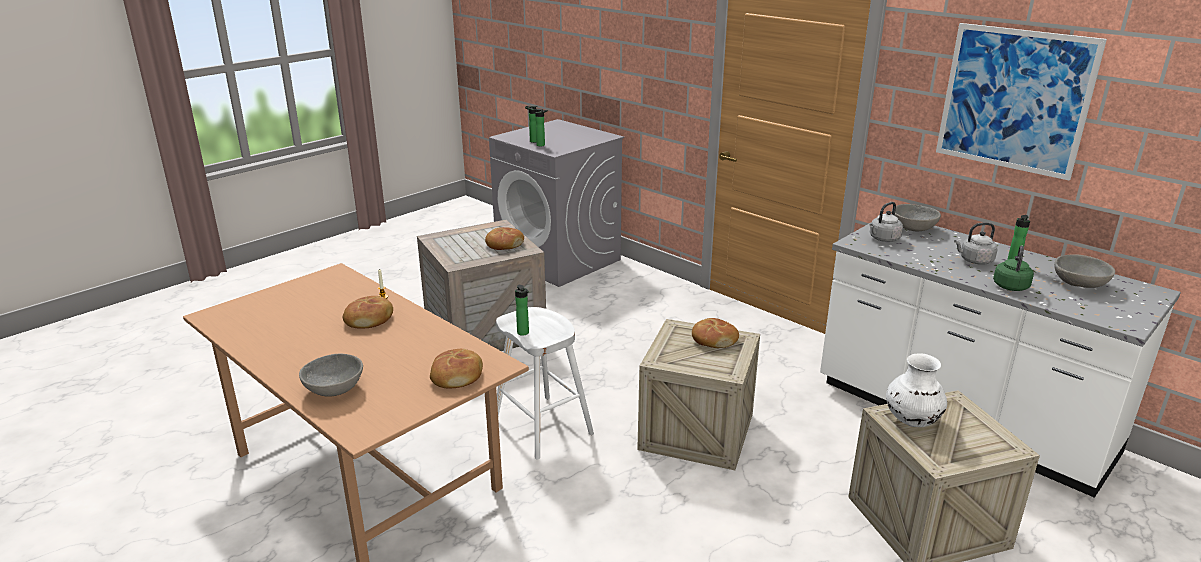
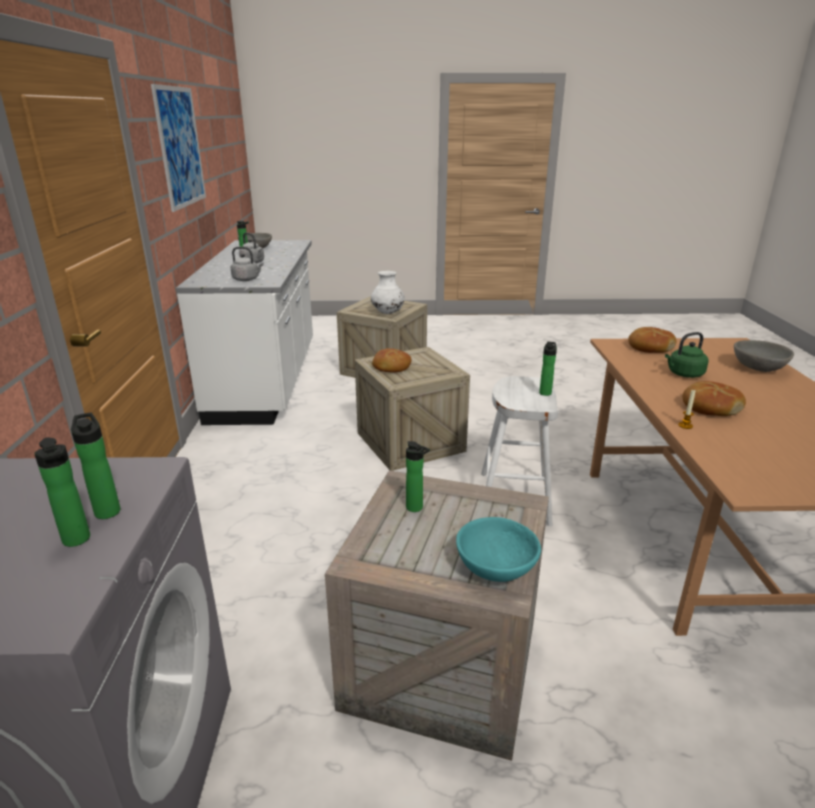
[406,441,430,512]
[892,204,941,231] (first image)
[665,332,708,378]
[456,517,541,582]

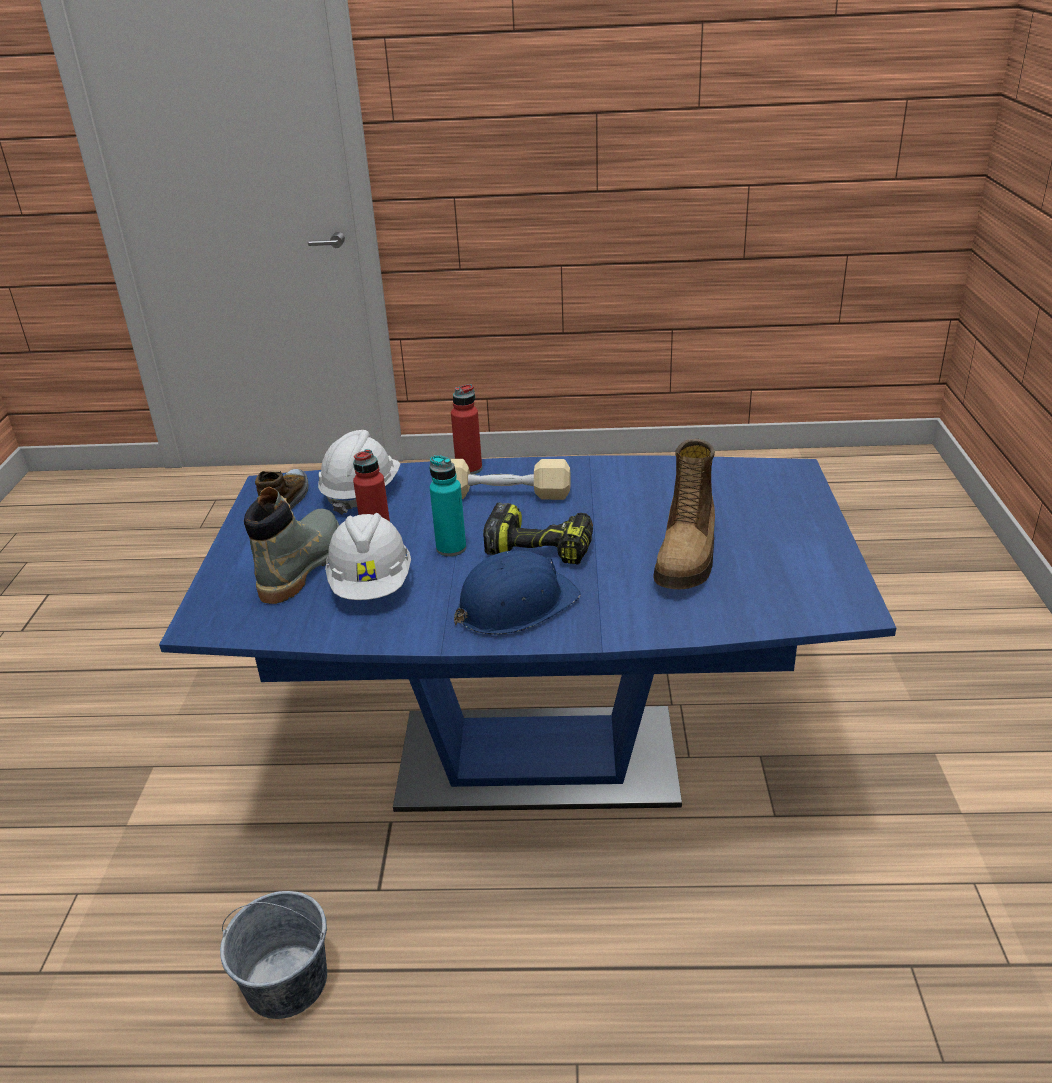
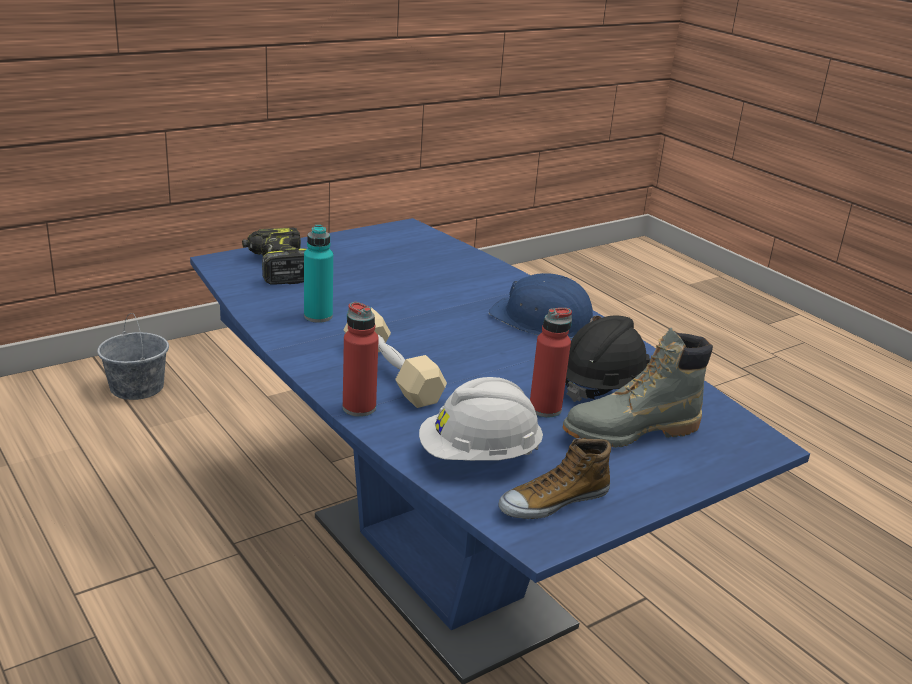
[97,313,169,400]
[565,316,651,402]
[304,225,333,323]
[242,228,306,285]
[653,439,715,589] (first image)

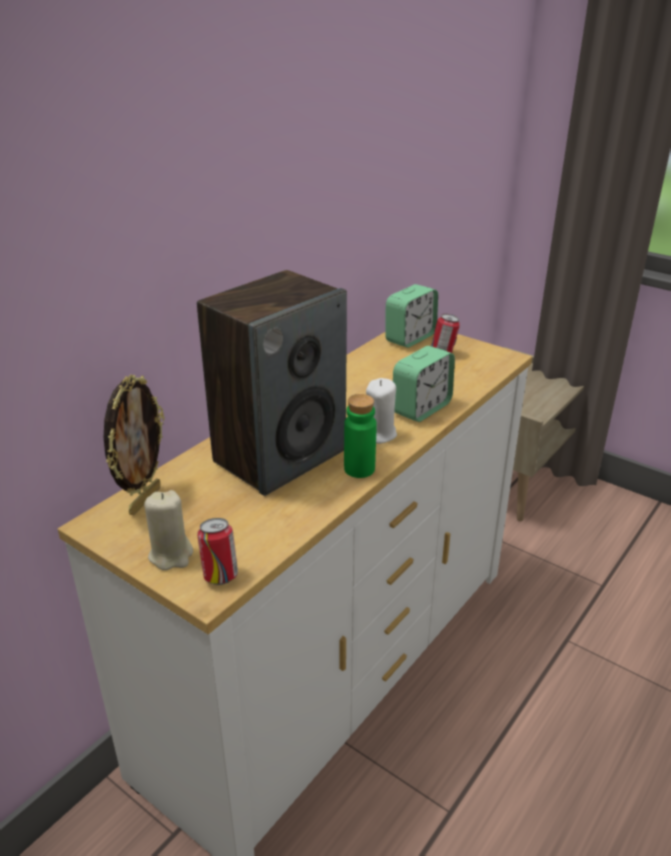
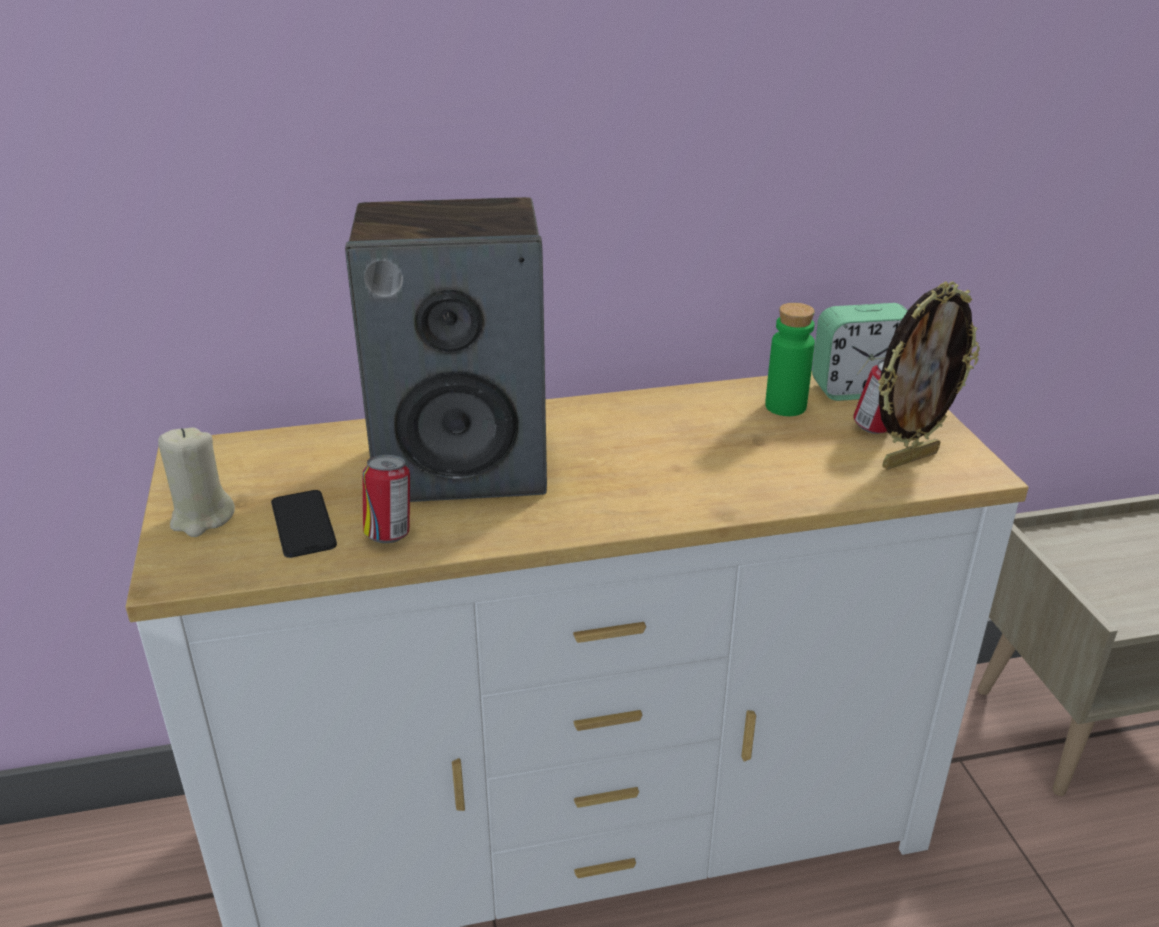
[878,281,980,470]
[363,455,410,543]
[765,303,815,416]
[366,378,397,444] (first image)
[393,346,455,422] (first image)
[271,490,337,558]

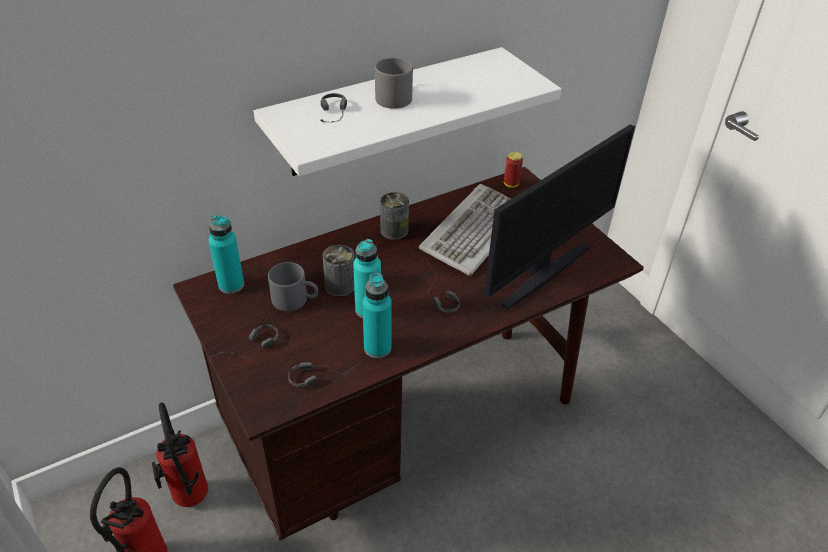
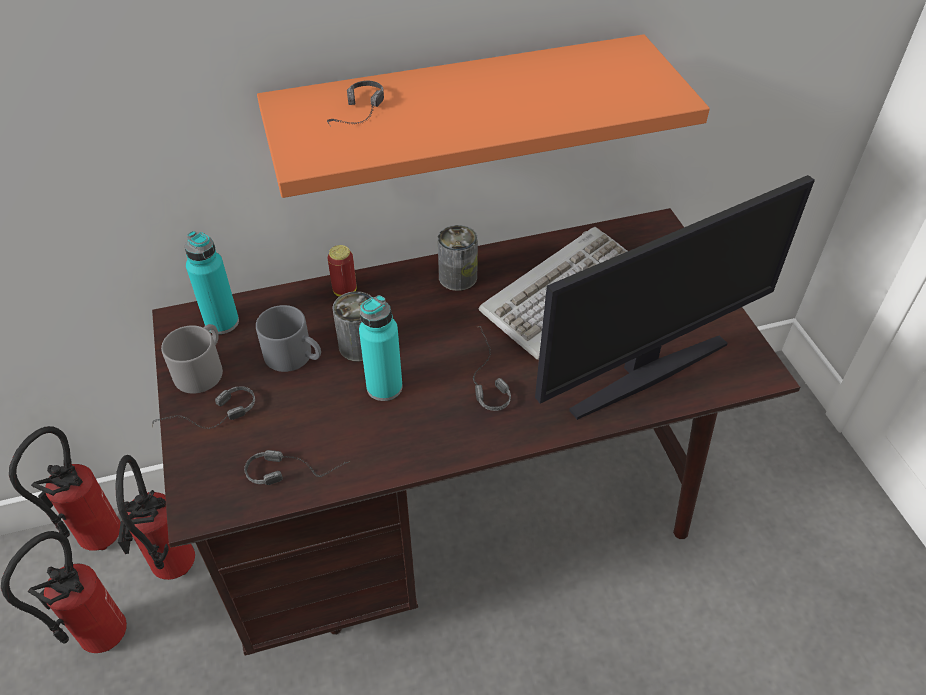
[257,34,710,198]
[362,273,392,358] (first image)
[161,324,223,394]
[327,245,356,296]
[9,426,121,551]

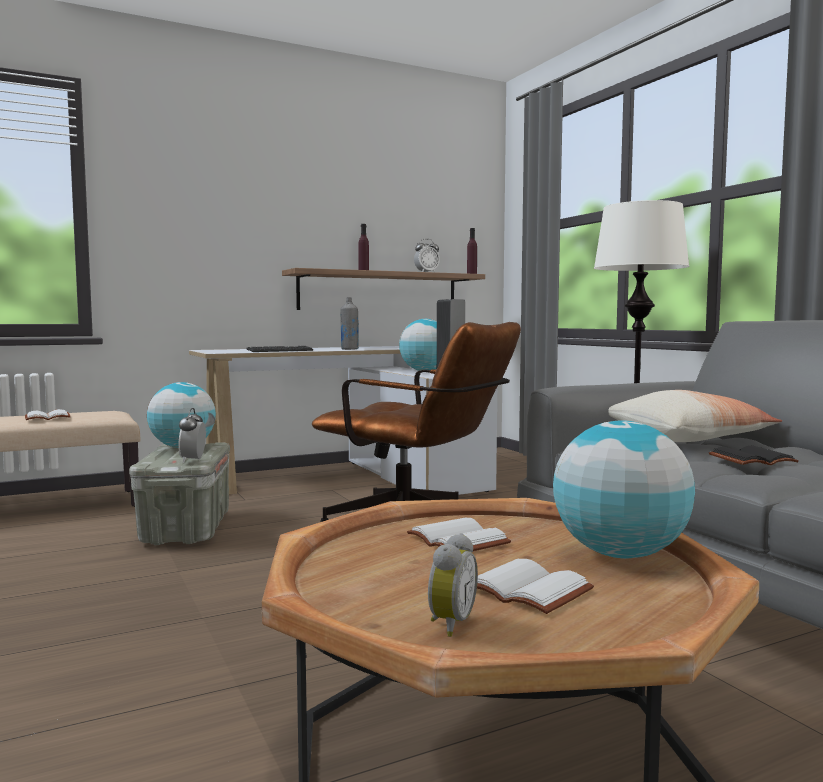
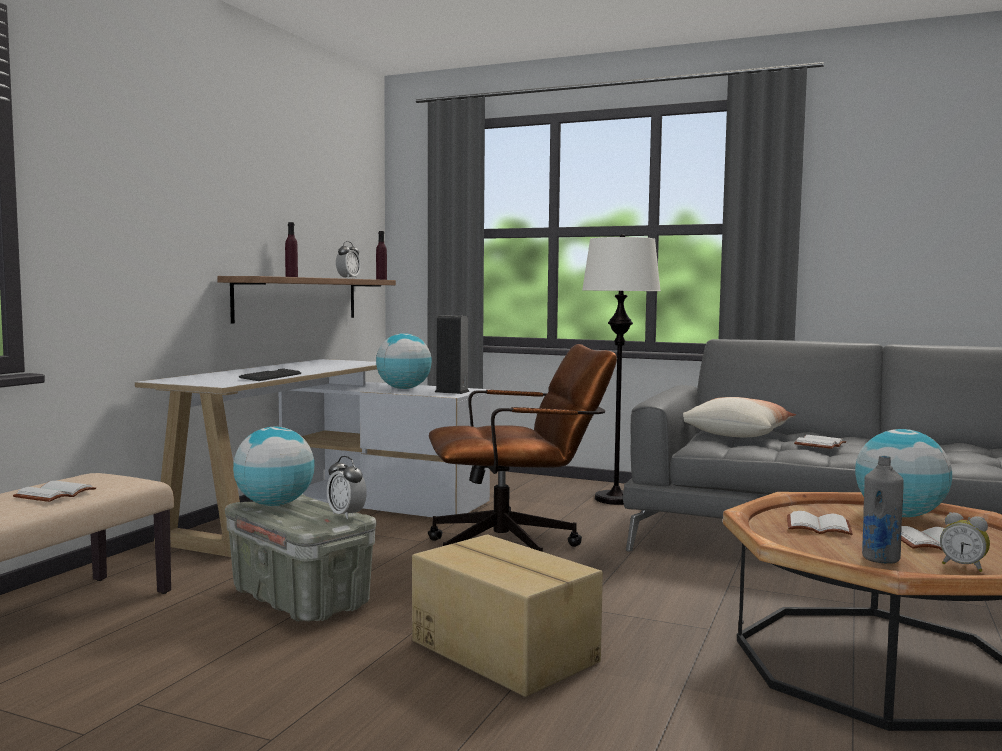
[862,456,904,564]
[940,512,990,572]
[794,435,846,449]
[412,534,603,697]

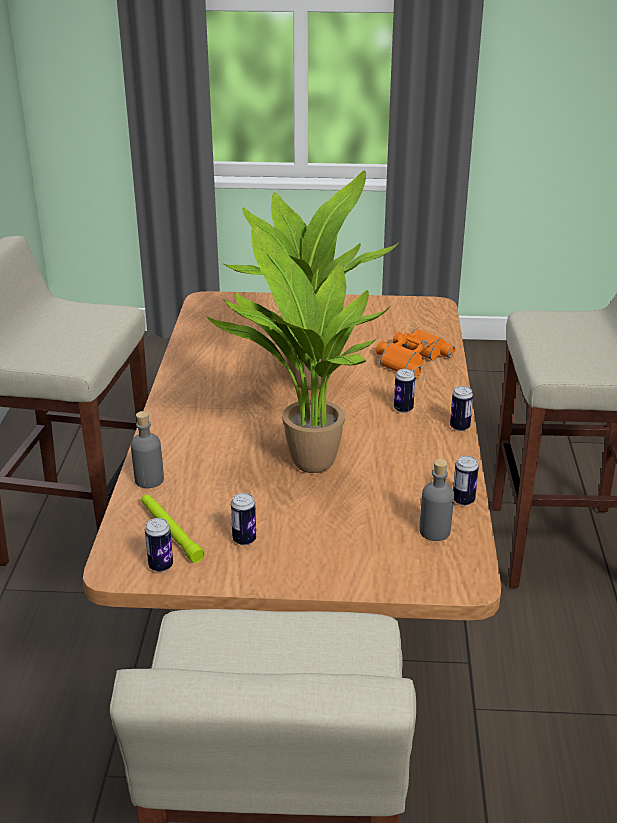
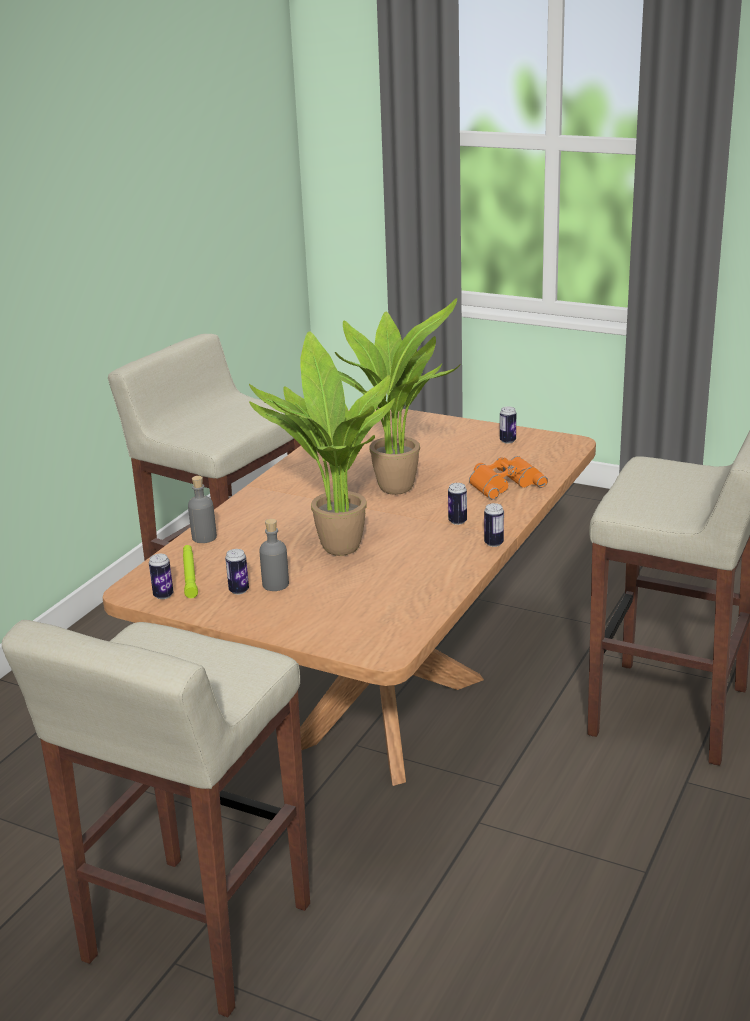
[259,519,289,591]
[500,406,516,443]

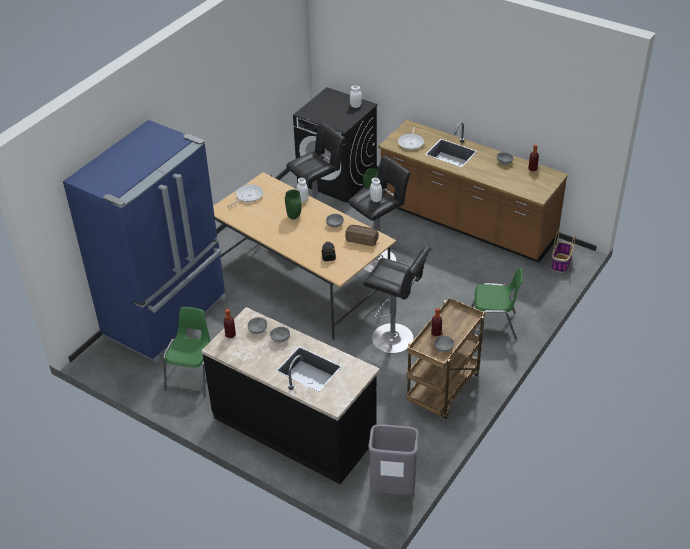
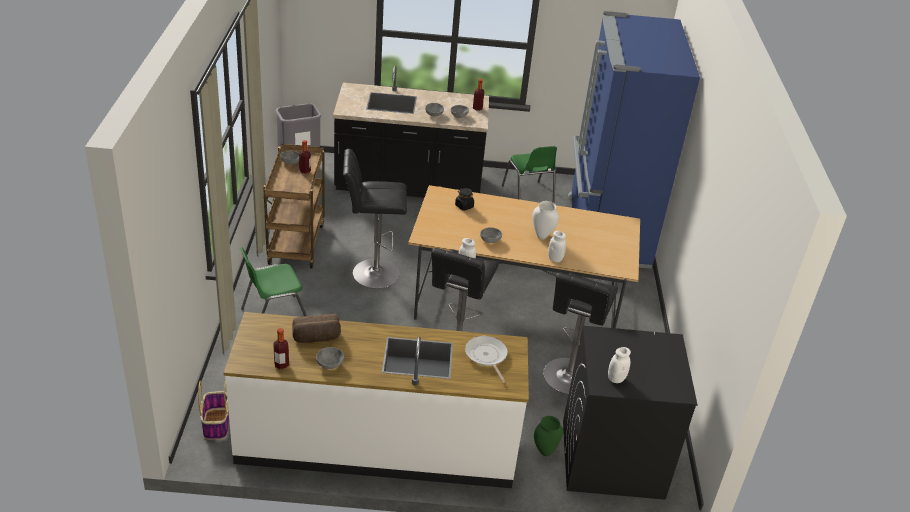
[227,185,263,207] (first image)
[533,201,559,240]
[292,314,341,343]
[224,312,529,488]

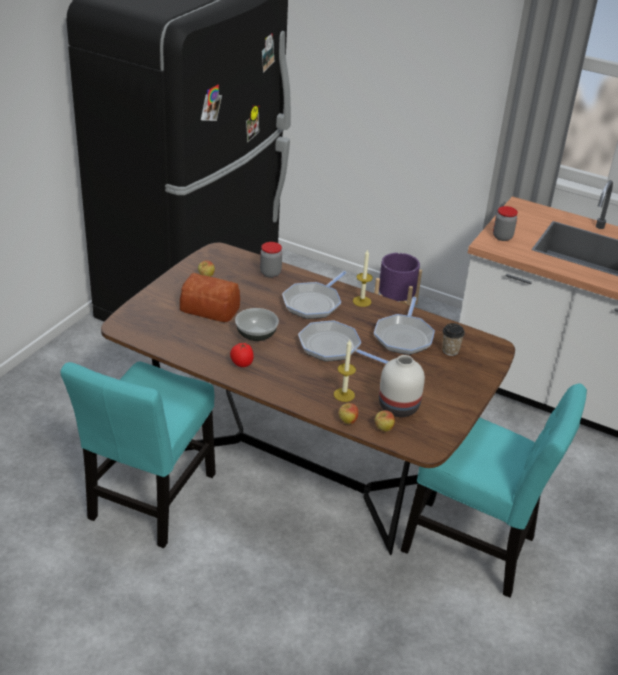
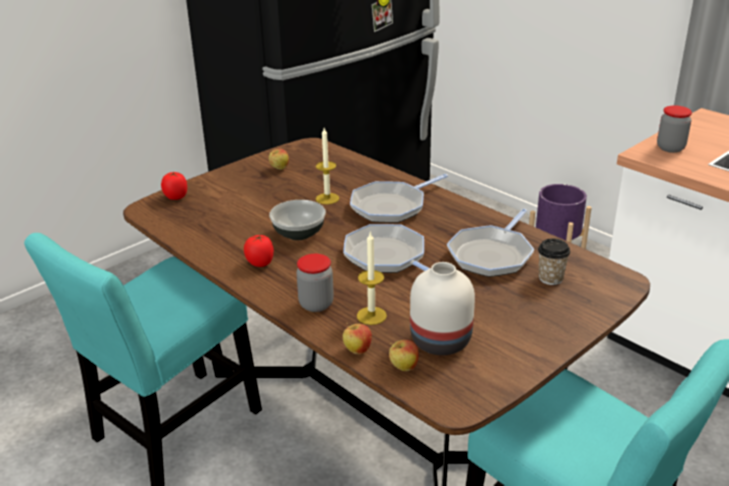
[180,273,240,322] (first image)
[296,254,334,312]
[316,128,339,204]
[161,172,187,200]

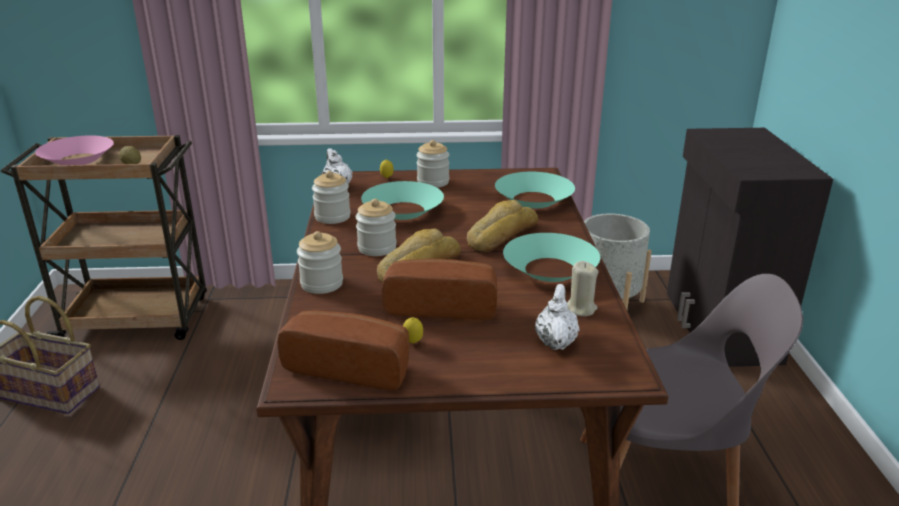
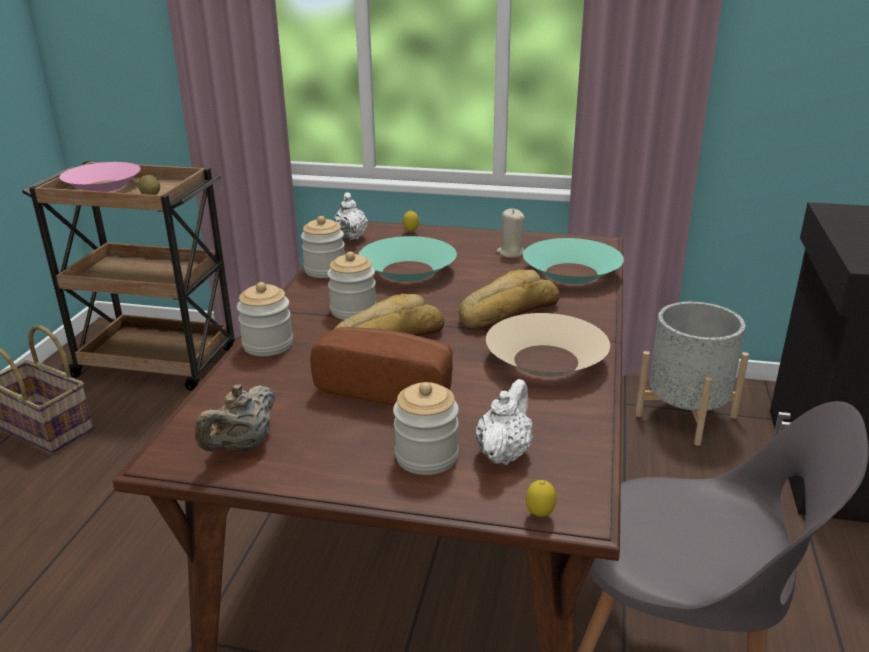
[195,384,275,452]
[526,480,556,517]
[393,382,459,475]
[486,313,610,377]
[496,208,525,258]

